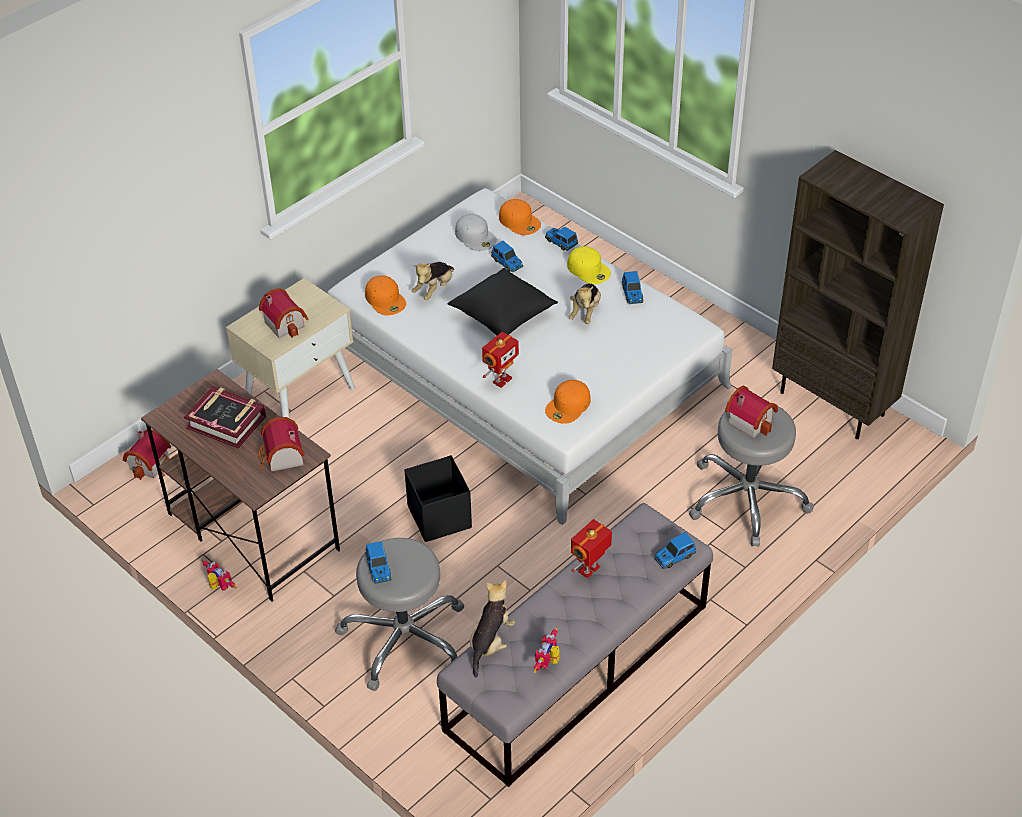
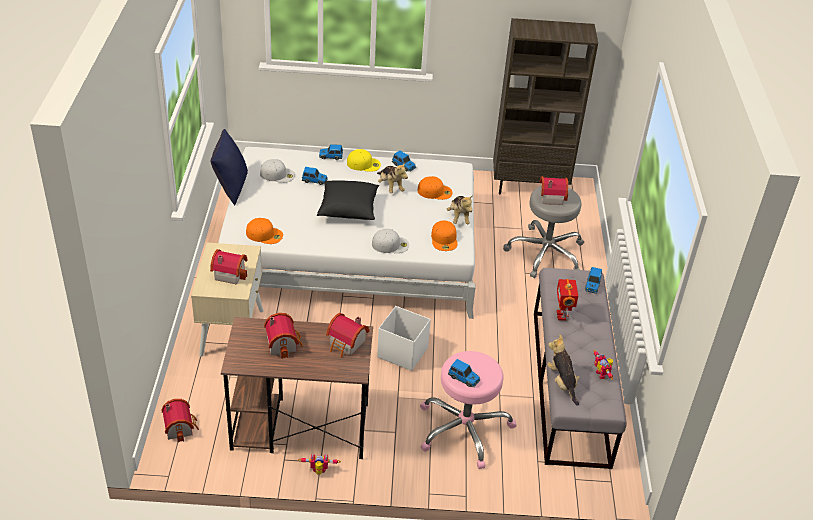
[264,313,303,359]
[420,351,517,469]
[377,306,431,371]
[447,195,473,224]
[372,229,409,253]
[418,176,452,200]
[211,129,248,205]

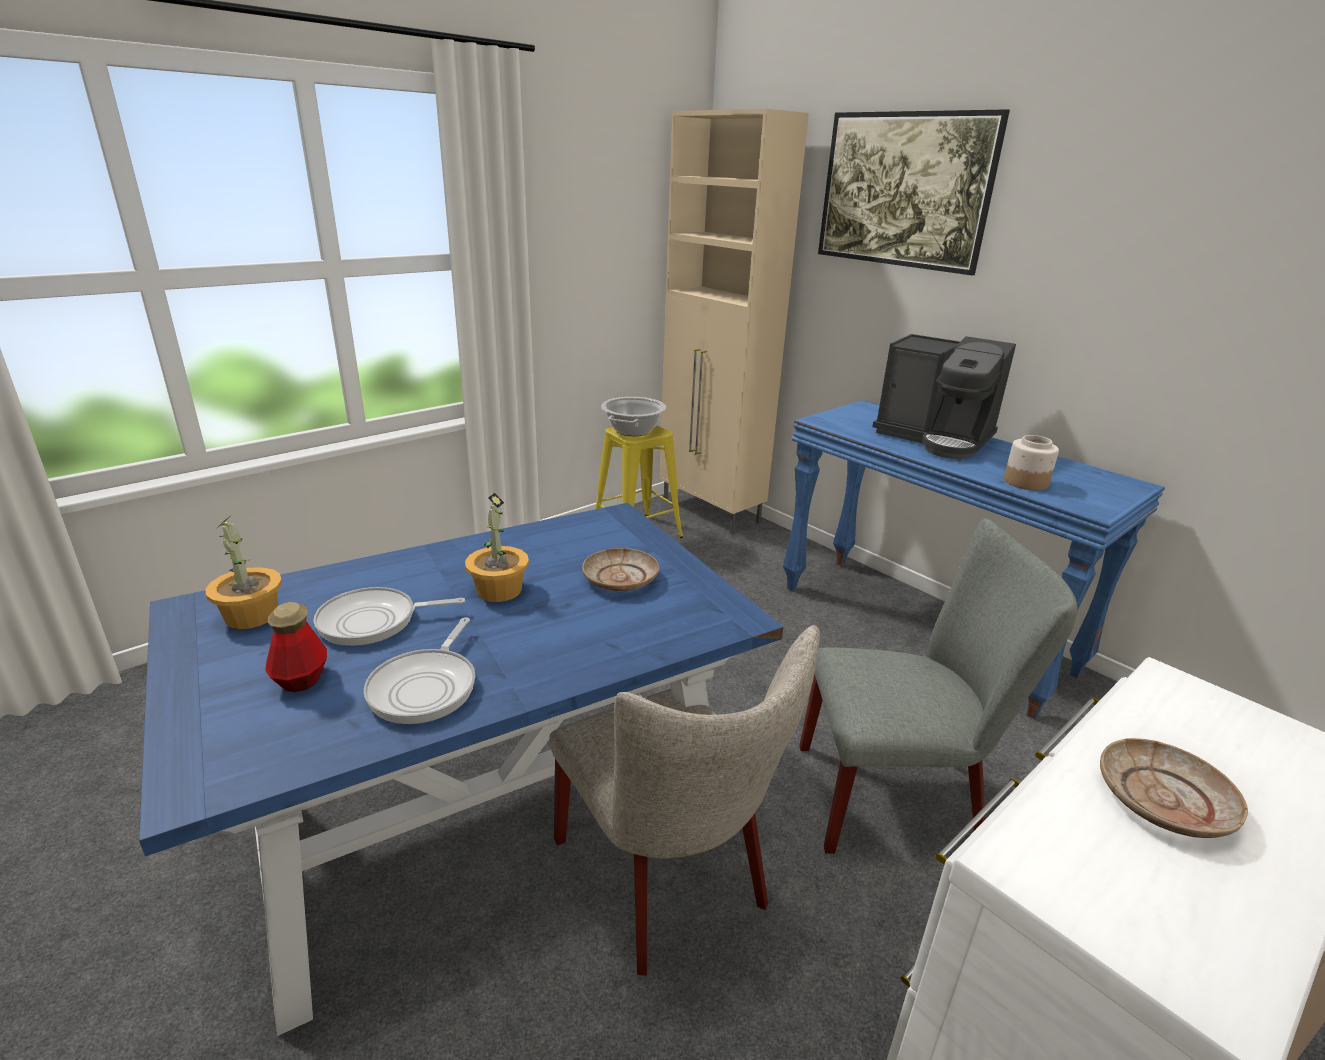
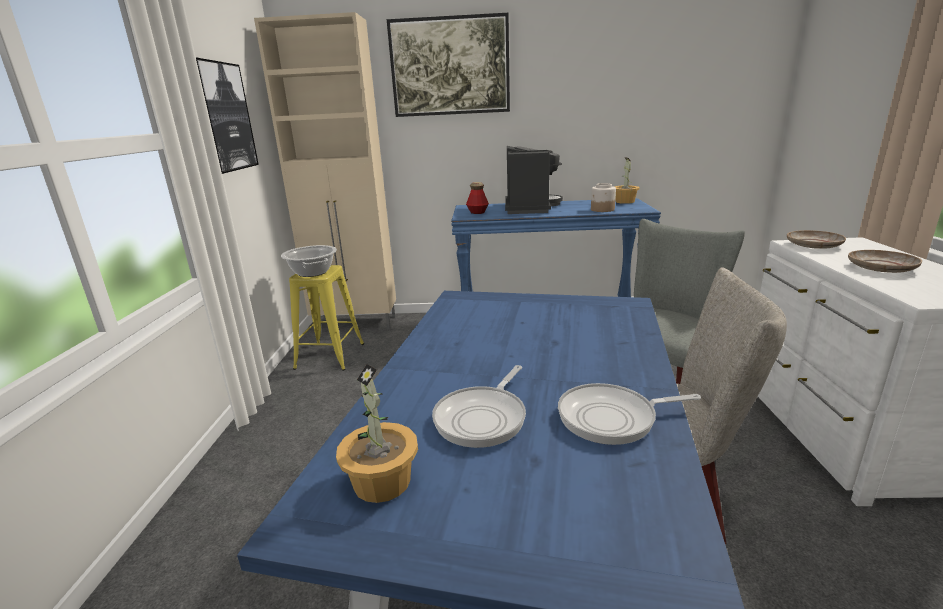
[466,182,489,214]
[558,383,701,445]
[615,157,640,204]
[787,230,846,249]
[505,146,563,214]
[196,57,259,174]

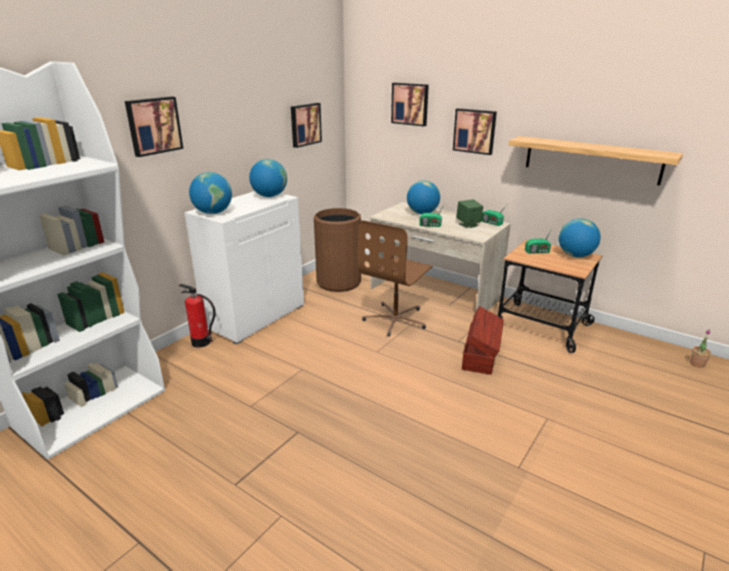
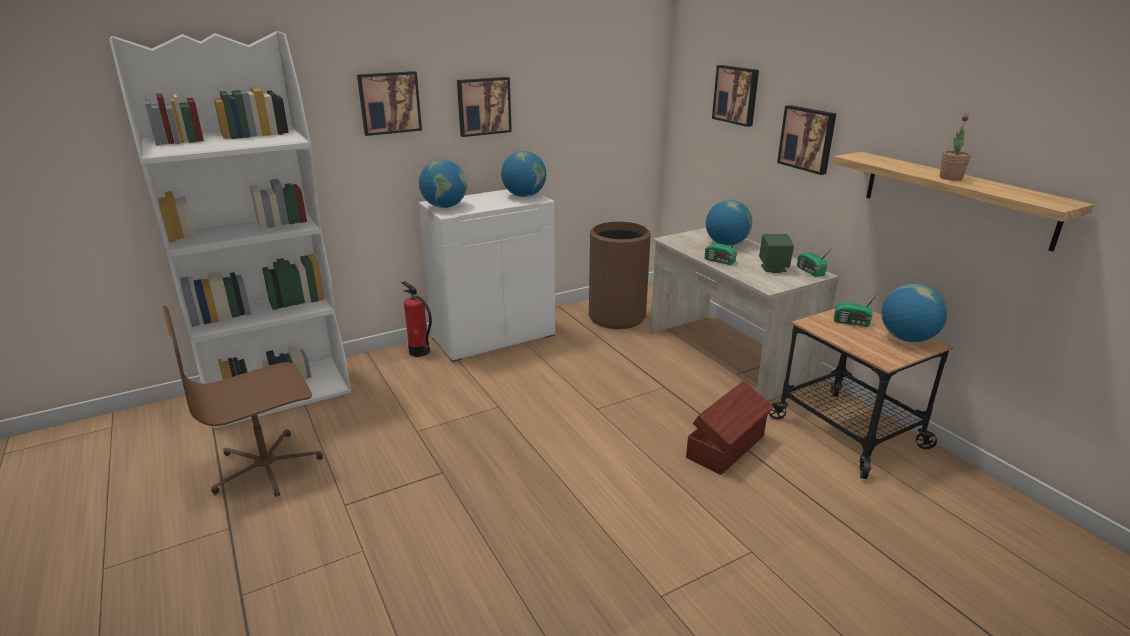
[457,77,512,137]
[162,305,323,497]
[940,113,971,181]

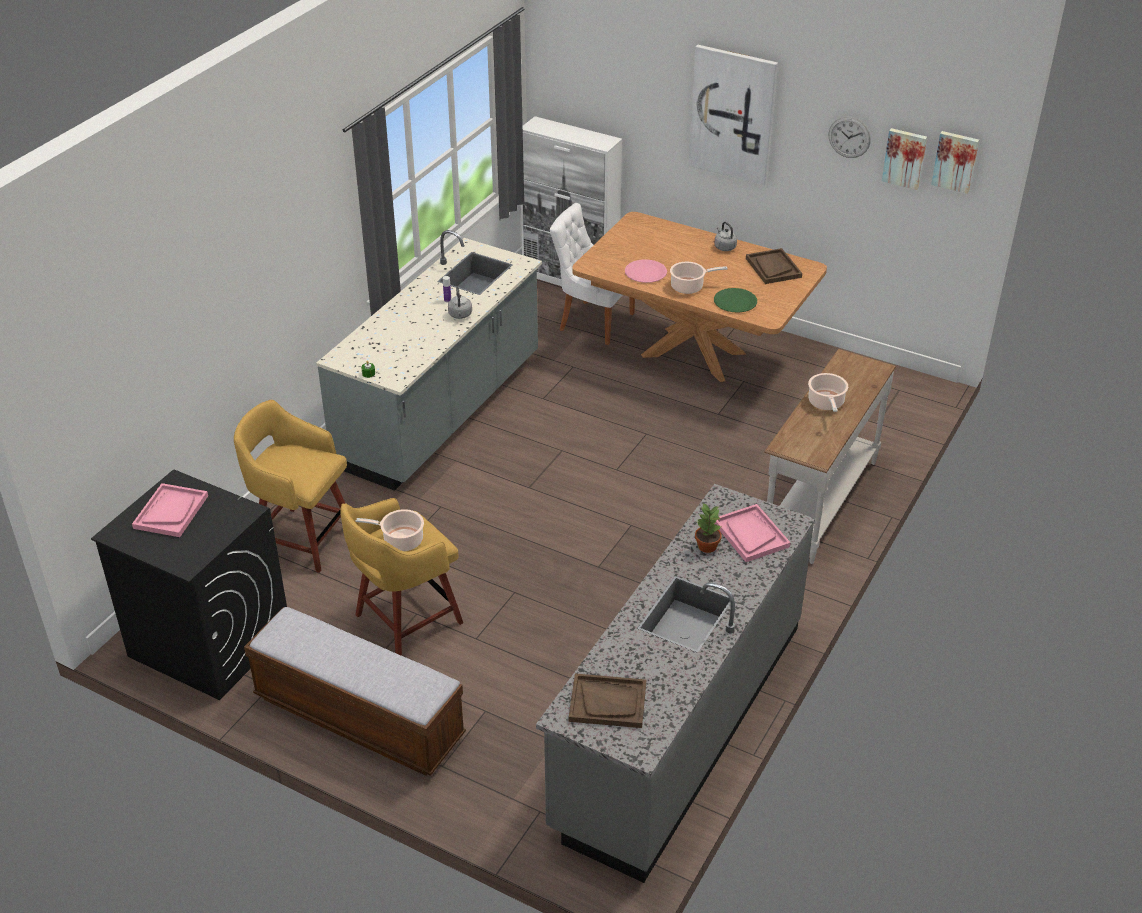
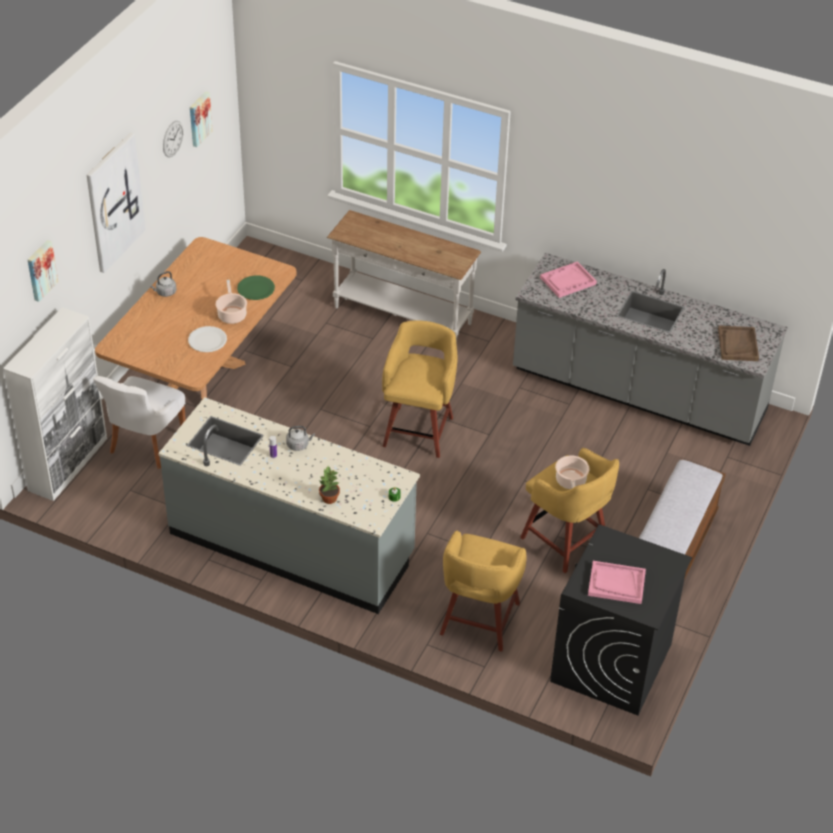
[188,326,227,352]
[319,466,340,504]
[746,248,802,284] (first image)
[808,373,848,412] (first image)
[28,240,58,302]
[382,320,457,458]

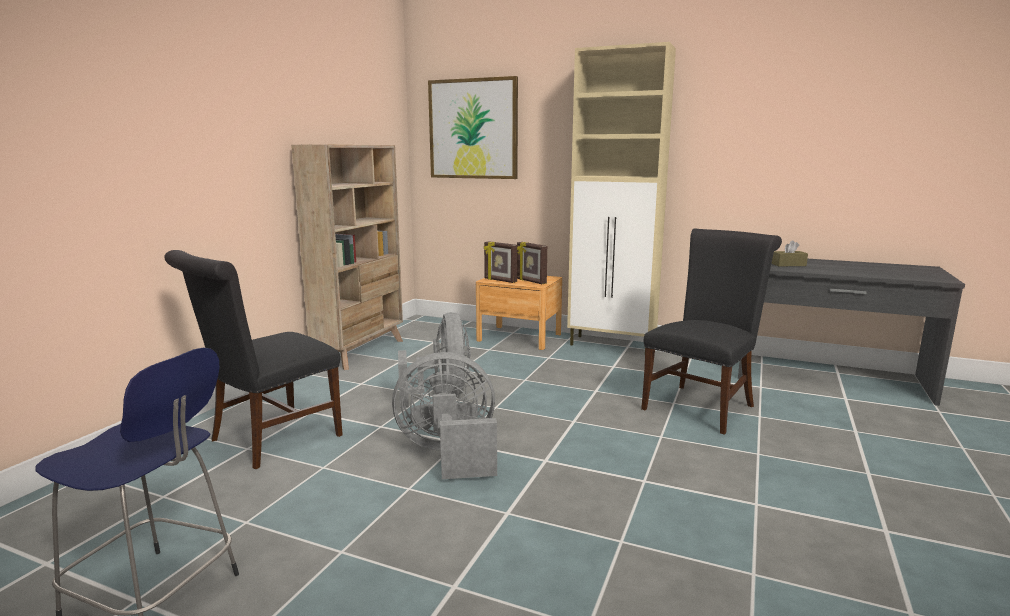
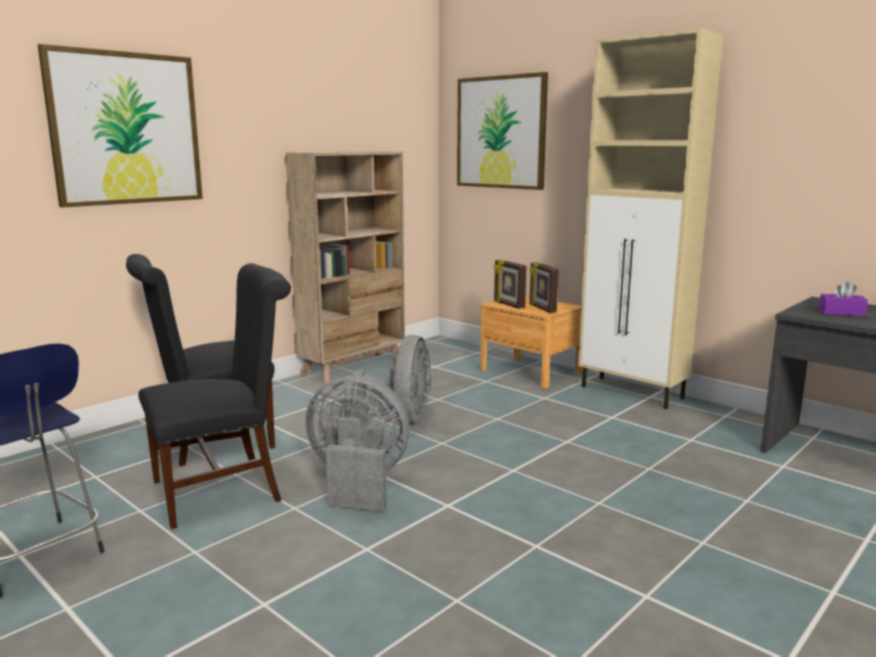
[138,263,291,529]
[819,281,868,316]
[38,44,203,208]

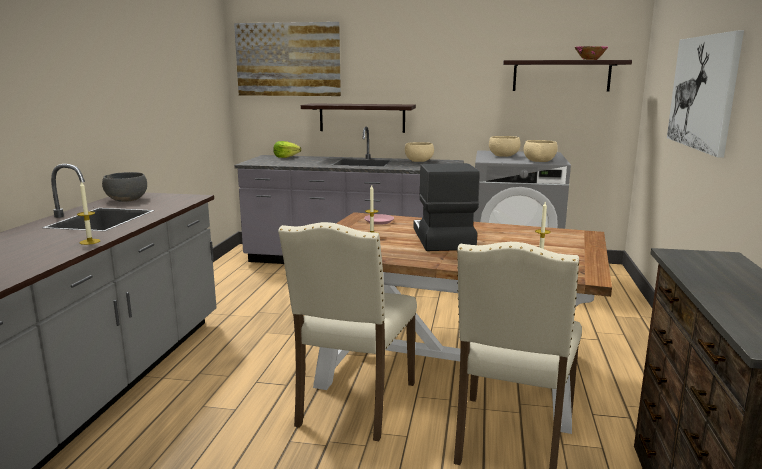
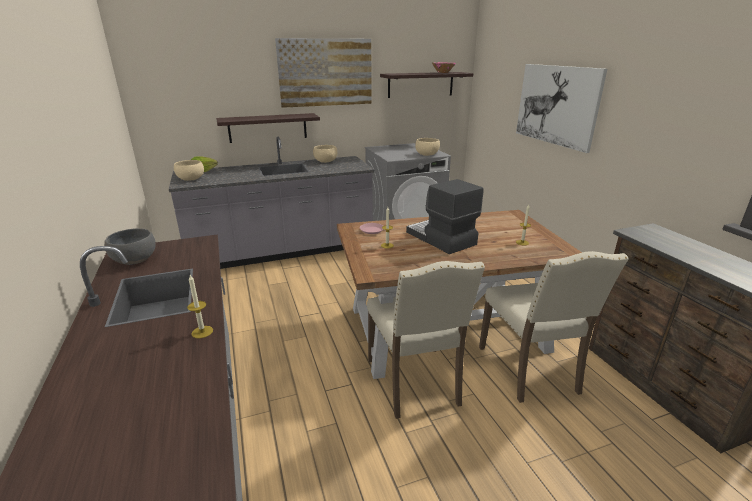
[275,38,372,108]
[174,160,204,181]

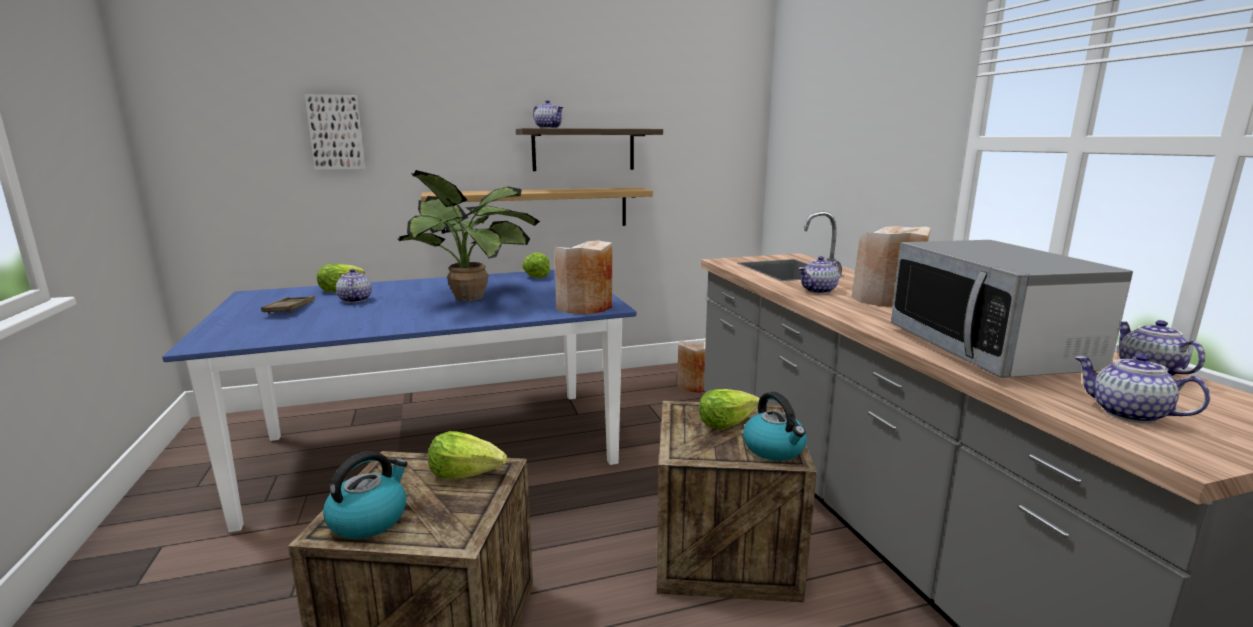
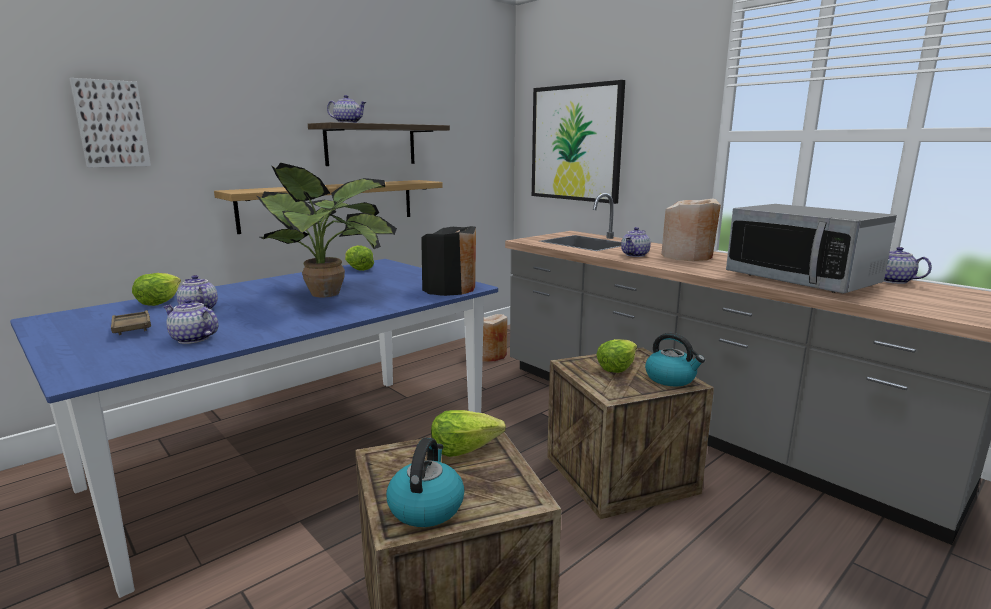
[421,226,476,296]
[163,298,219,344]
[532,80,625,204]

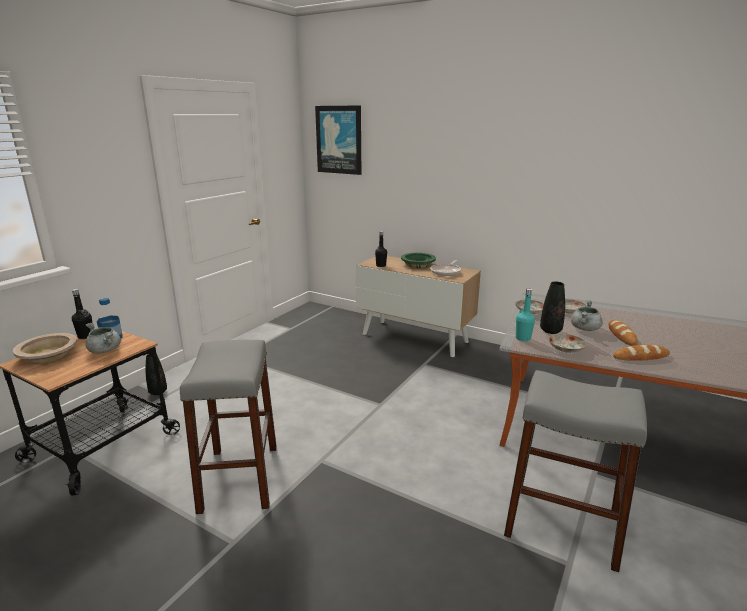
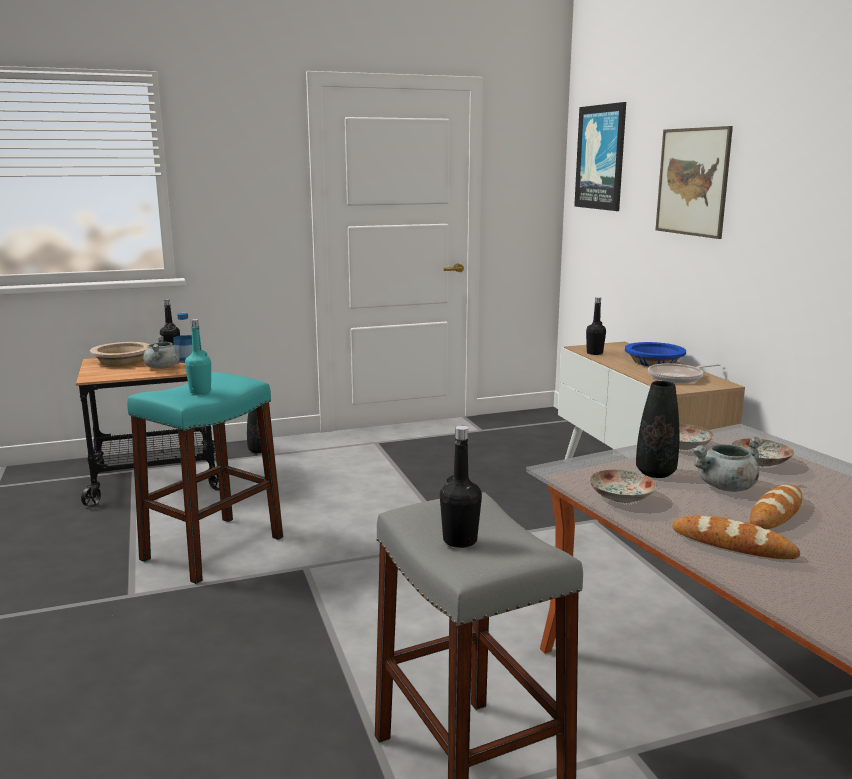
[127,372,283,584]
[625,342,686,366]
[185,319,211,394]
[440,426,482,548]
[655,126,733,239]

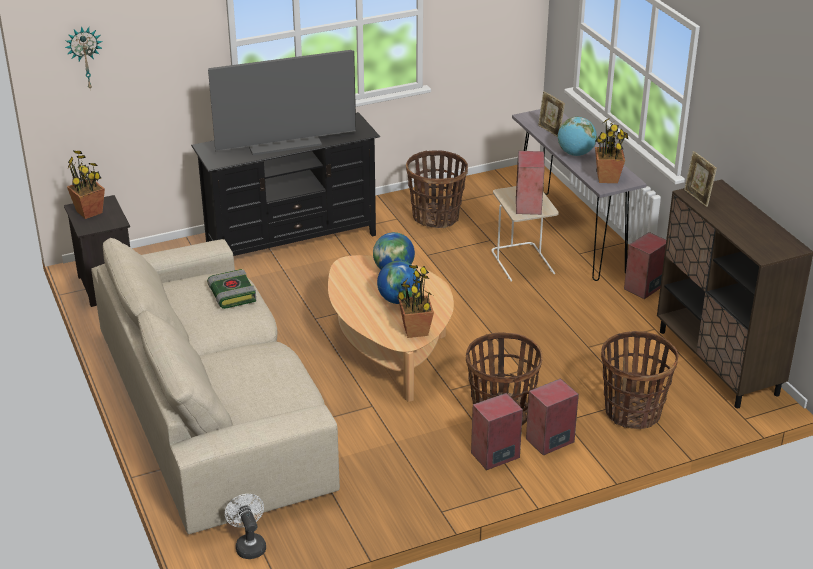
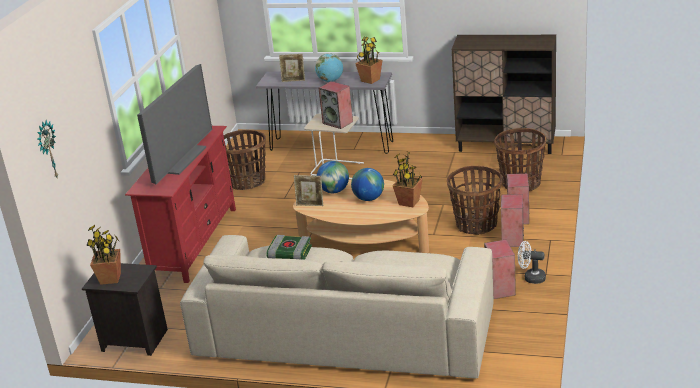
[125,126,236,283]
[518,241,546,284]
[484,240,516,299]
[294,175,323,206]

